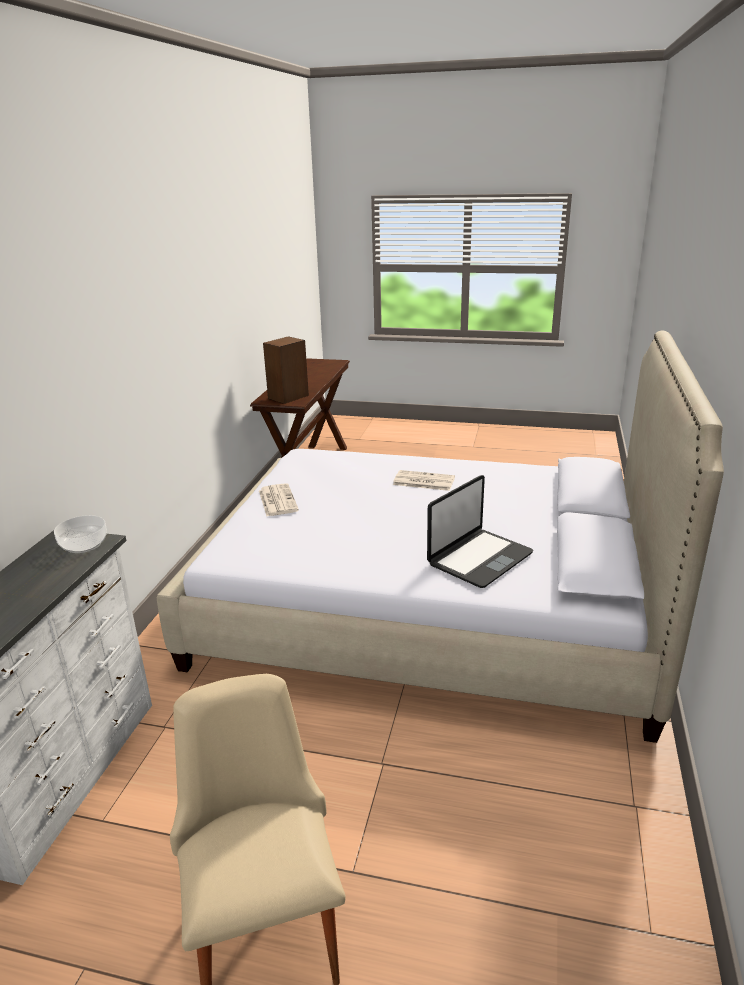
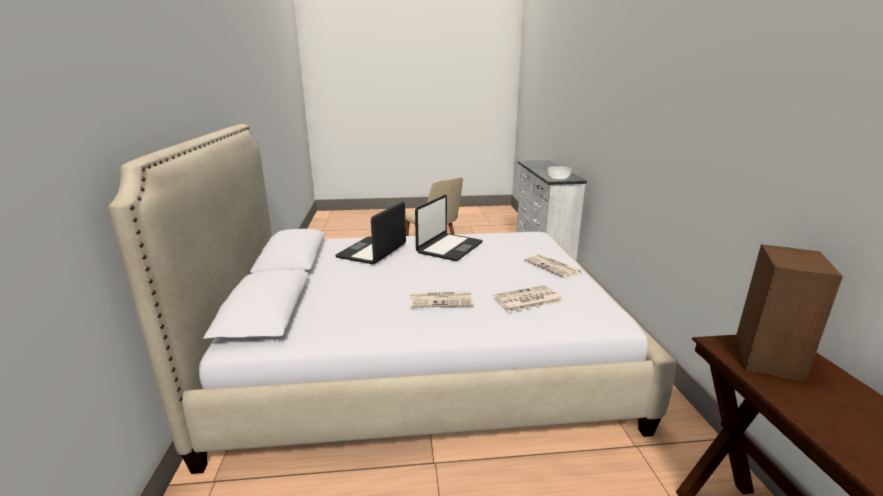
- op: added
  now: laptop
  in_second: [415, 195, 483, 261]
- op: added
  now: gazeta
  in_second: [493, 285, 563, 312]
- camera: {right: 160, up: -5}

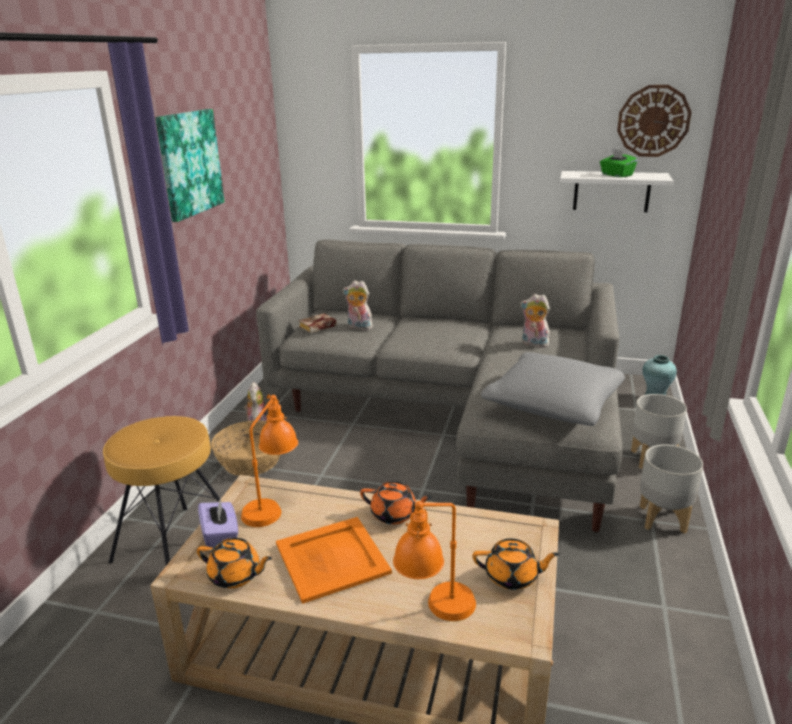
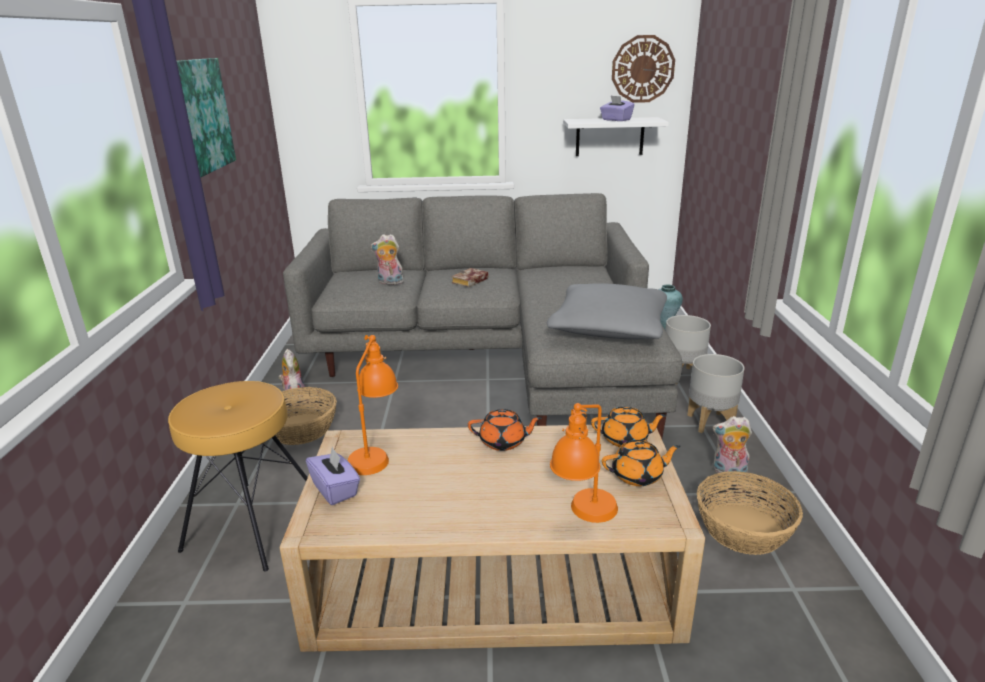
- op: recoloured
  was: pudełko chusteczek [zielony]
  now: pudełko chusteczek [fioletowy]
  in_first: [600, 149, 638, 177]
  in_second: [600, 96, 635, 121]
- op: moved
  was: pluszak
  in_first: [520, 294, 550, 348]
  in_second: [713, 416, 752, 476]
- op: moved
  was: książka
  in_first: [298, 313, 336, 333]
  in_second: [451, 268, 489, 287]
- op: removed
  was: taca [pomarańczowy]
  in_first: [276, 517, 392, 604]
- op: moved
  was: imbryk [pomarańczowy]
  in_first: [197, 538, 272, 588]
  in_second: [591, 407, 667, 447]
- op: added
  now: koszyk
  in_second: [697, 471, 803, 555]
- camera: {right: -15, up: 0}

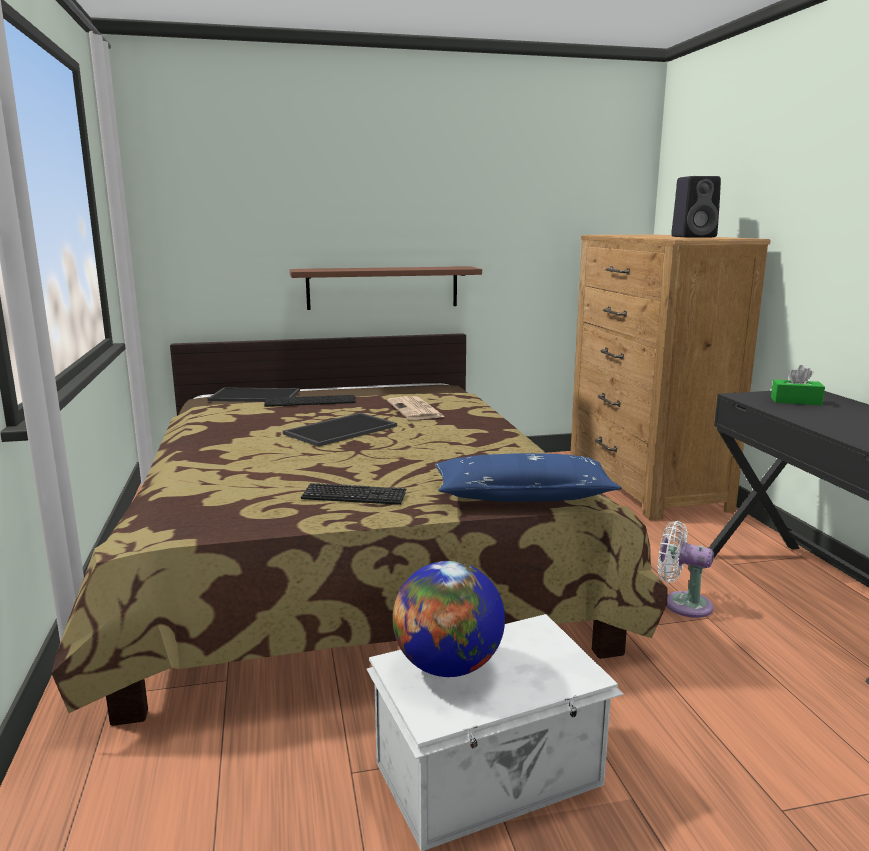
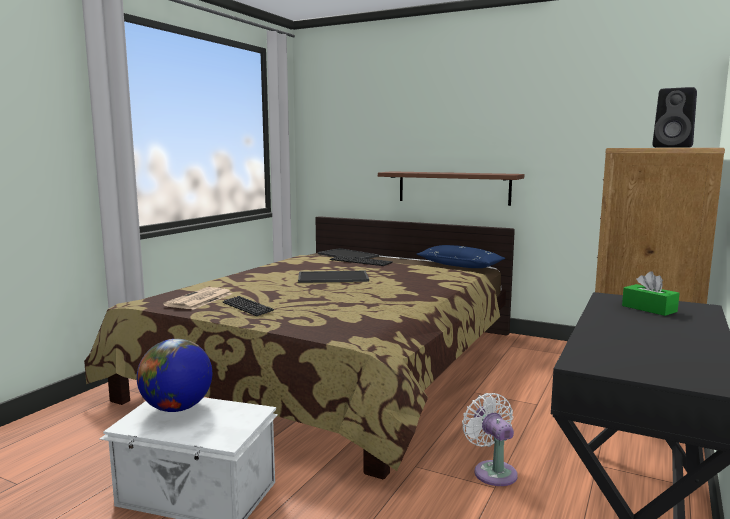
- op: moved
  was: gazeta
  in_first: [387, 396, 445, 420]
  in_second: [163, 287, 233, 310]
- op: moved
  was: poduszka [niebieski]
  in_first: [435, 453, 622, 502]
  in_second: [417, 245, 505, 268]
- camera: {right: 40, up: -5}

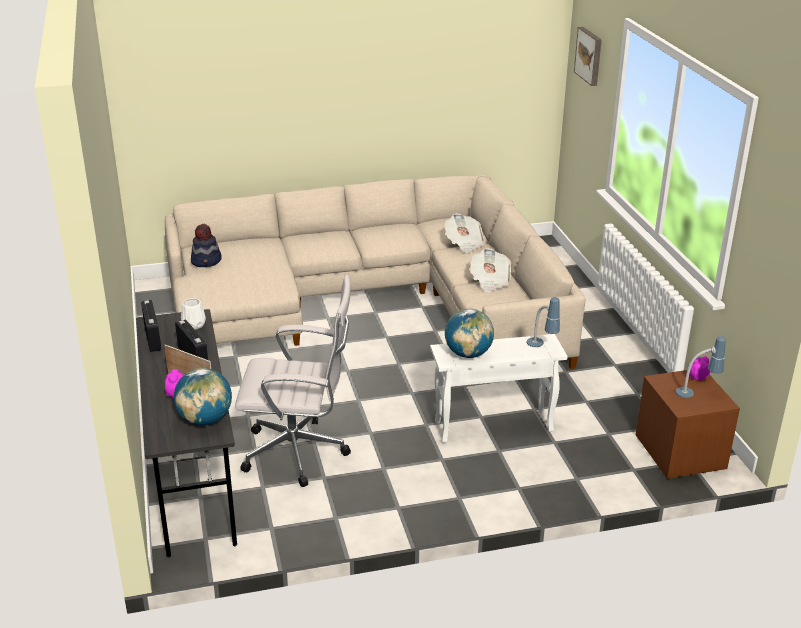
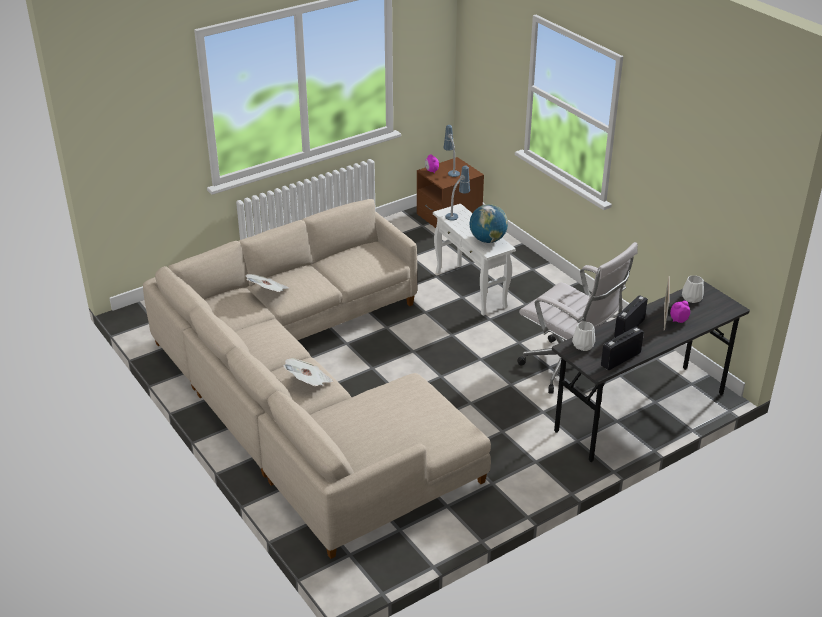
- op: removed
  was: obraz
  in_first: [574, 27, 602, 86]
- op: removed
  was: kapelusz
  in_first: [191, 223, 222, 267]
- op: moved
  was: gazeta
  in_first: [469, 248, 511, 292]
  in_second: [283, 358, 333, 386]
- op: turned
  was: krzesło biurowe [biały]
  in_first: [235, 275, 351, 487]
  in_second: [517, 242, 638, 394]
  clockwise: 150
- op: replaced
  was: globus
  now: wazon [biały]
  in_first: [174, 368, 232, 425]
  in_second: [682, 275, 704, 303]
- camera: {right: -110, up: 5}

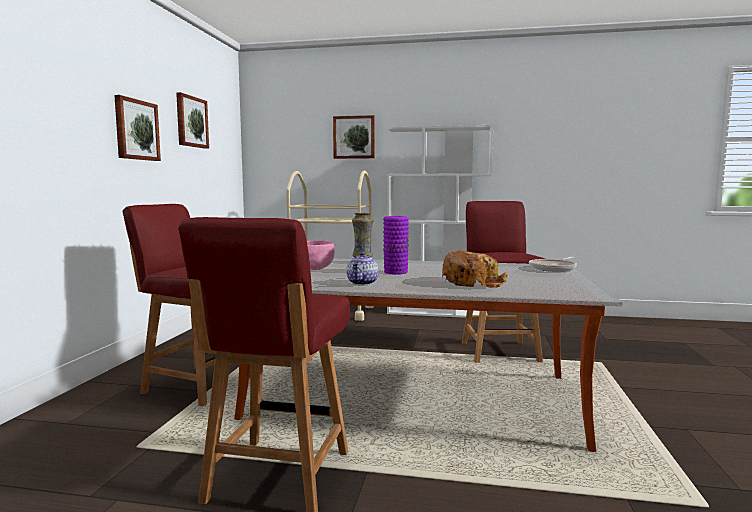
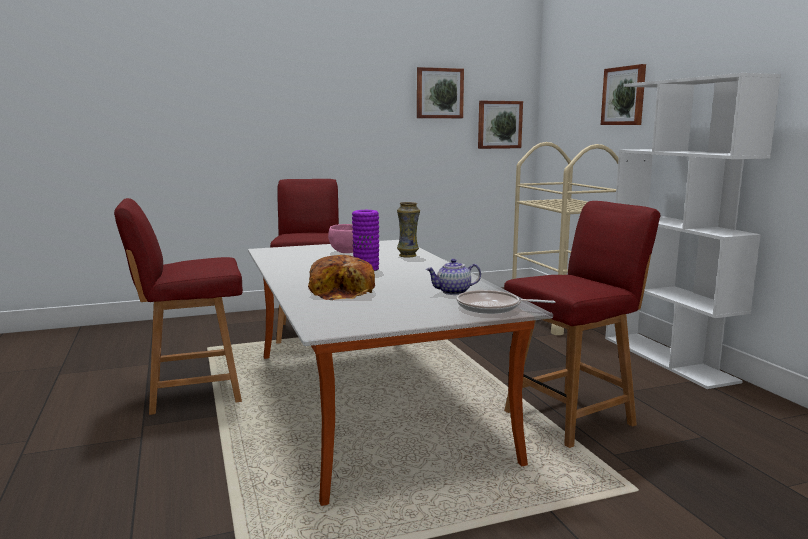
- op: moved
  was: obraz
  in_first: [114, 95, 161, 161]
  in_second: [478, 101, 523, 149]
- op: moved
  was: imbryk
  in_first: [347, 252, 379, 285]
  in_second: [426, 259, 481, 295]
- camera: {right: 60, up: 5}

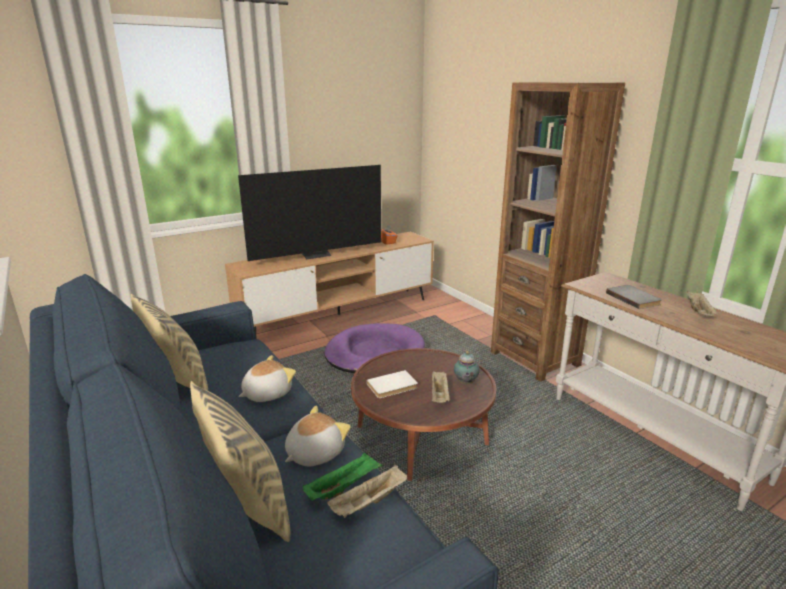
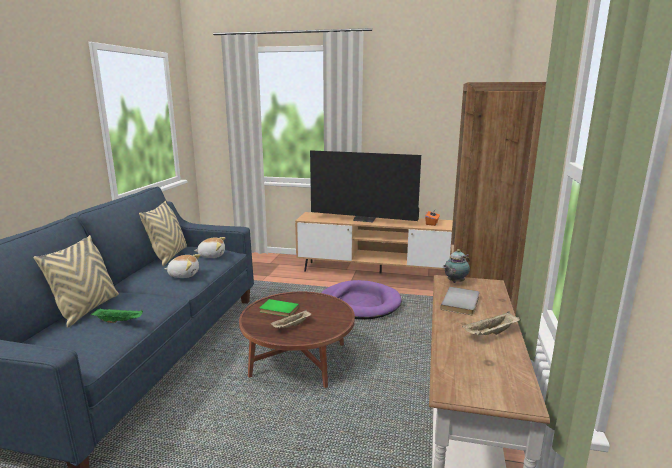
- op: moved
  was: imbryk
  in_first: [454, 351, 480, 385]
  in_second: [443, 249, 470, 283]
- op: recoloured
  was: książka [biały]
  now: książka [zielony]
  in_first: [367, 370, 418, 398]
  in_second: [260, 299, 299, 317]
- op: moved
  was: pluszak
  in_first: [285, 406, 351, 466]
  in_second: [194, 237, 225, 258]
- op: removed
  was: taca [beżowy]
  in_first: [327, 465, 407, 518]
- camera: {right: 45, up: -5}

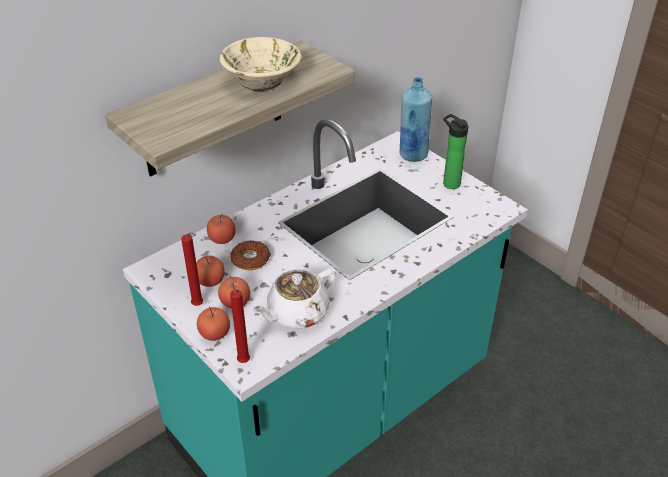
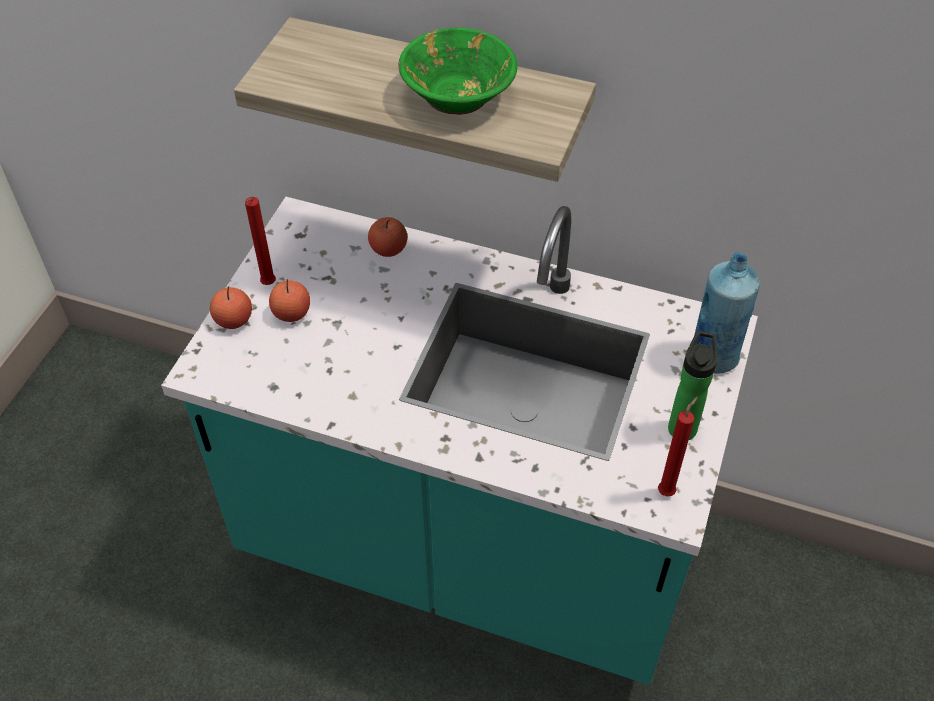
- op: recoloured
  was: miska [beżowy]
  now: miska [zielony]
  in_first: [220, 37, 301, 91]
  in_second: [398, 28, 517, 115]
- op: removed
  was: donut
  in_first: [230, 240, 271, 270]
- op: removed
  was: jabłko
  in_first: [196, 256, 225, 287]
- op: removed
  was: imbryk [biały]
  in_first: [252, 268, 336, 329]
- op: moved
  was: świeca [czerwony]
  in_first: [230, 277, 250, 363]
  in_second: [658, 397, 698, 496]
- camera: {right: 60, up: 10}

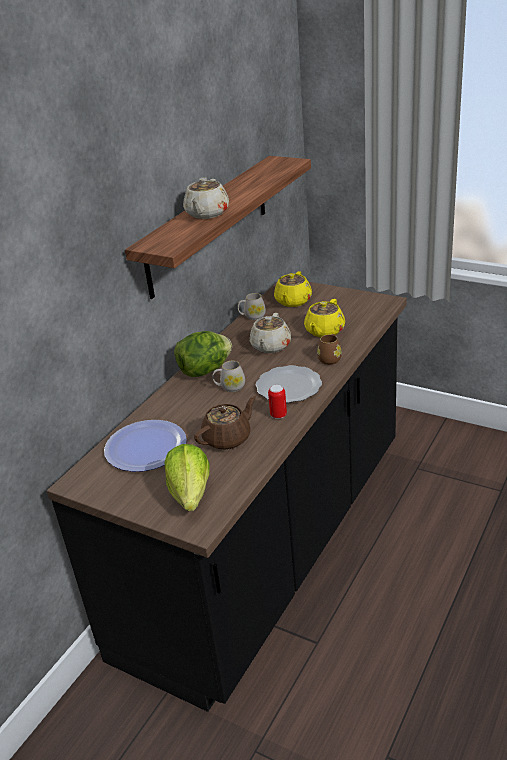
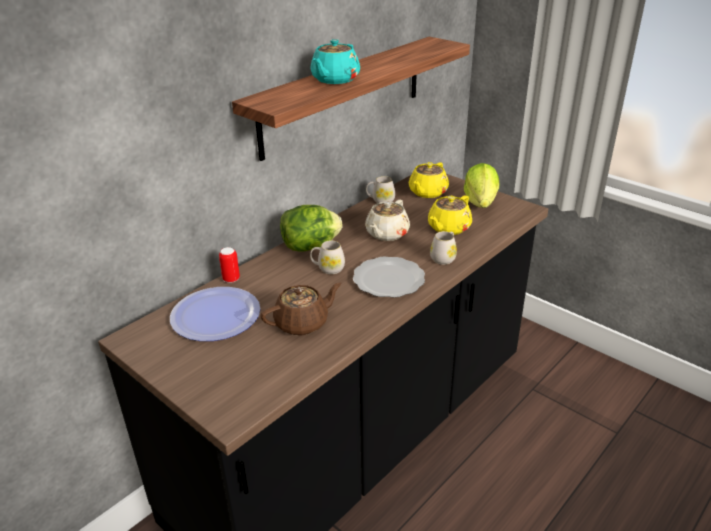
- op: recoloured
  was: imbryk [beżowy]
  now: imbryk [turkusowy]
  in_first: [183, 177, 229, 219]
  in_second: [311, 39, 360, 84]
- op: recoloured
  was: kubek [brązowy]
  now: kubek [biały]
  in_first: [317, 334, 342, 365]
  in_second: [430, 231, 457, 265]
- op: moved
  was: puszka
  in_first: [268, 385, 287, 419]
  in_second: [219, 247, 240, 283]
- op: moved
  was: sałata
  in_first: [165, 444, 210, 511]
  in_second: [464, 163, 499, 208]
- camera: {right: 10, up: 0}

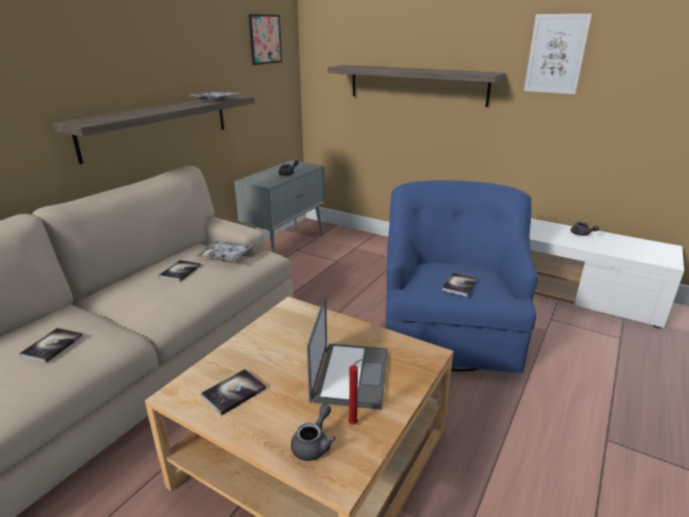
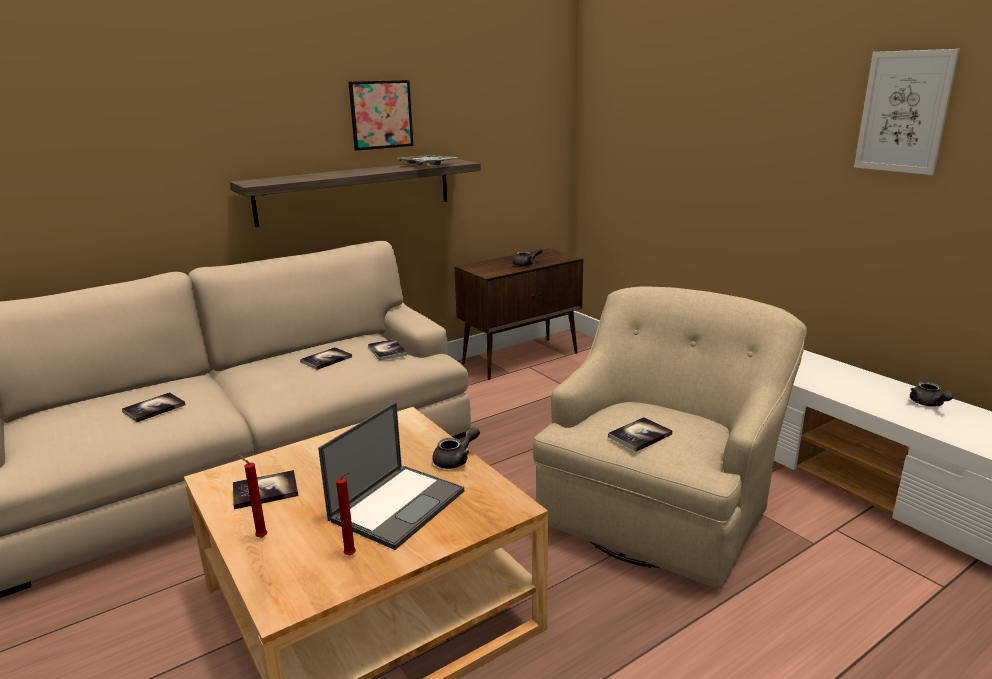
- op: moved
  was: obraz
  in_first: [248, 14, 282, 65]
  in_second: [348, 80, 413, 151]
- op: removed
  was: półka
  in_first: [328, 65, 505, 107]
- op: recoloured
  was: szafka [szary]
  now: szafka [brązowy]
  in_first: [234, 160, 325, 253]
  in_second: [454, 248, 583, 380]
- op: recoloured
  was: fotel [niebieski]
  now: fotel [beżowy]
  in_first: [386, 180, 538, 373]
  in_second: [533, 287, 807, 588]
- op: replaced
  was: taca
  now: książka
  in_first: [195, 241, 253, 262]
  in_second: [368, 339, 407, 361]
- op: moved
  was: imbryk [szary]
  in_first: [291, 404, 336, 461]
  in_second: [432, 427, 480, 469]
- op: added
  now: świeca [czerwony]
  in_second: [239, 455, 267, 538]
- camera: {right: 25, up: -5}

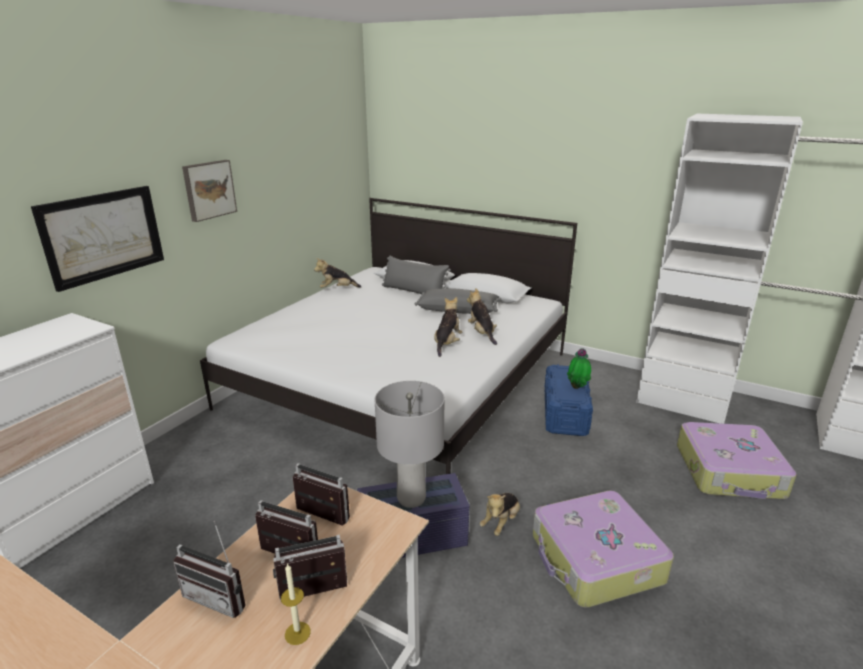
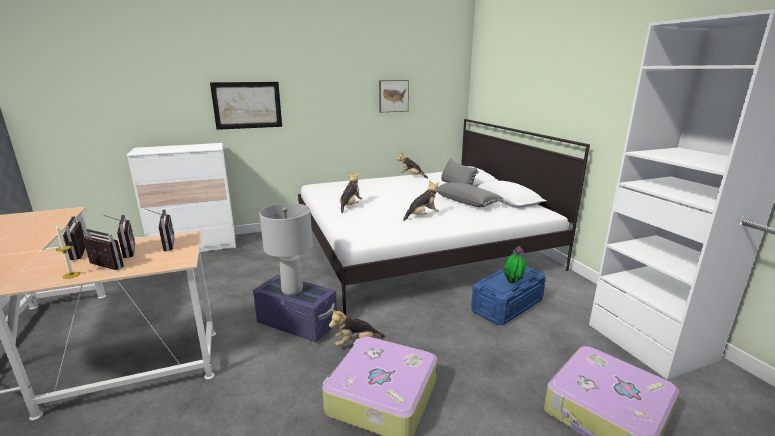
- op: moved
  was: obraz
  in_first: [182, 160, 237, 222]
  in_second: [379, 80, 409, 112]
- op: moved
  was: pluszak
  in_first: [467, 288, 497, 345]
  in_second: [340, 173, 363, 213]
- camera: {right: 40, up: -5}

